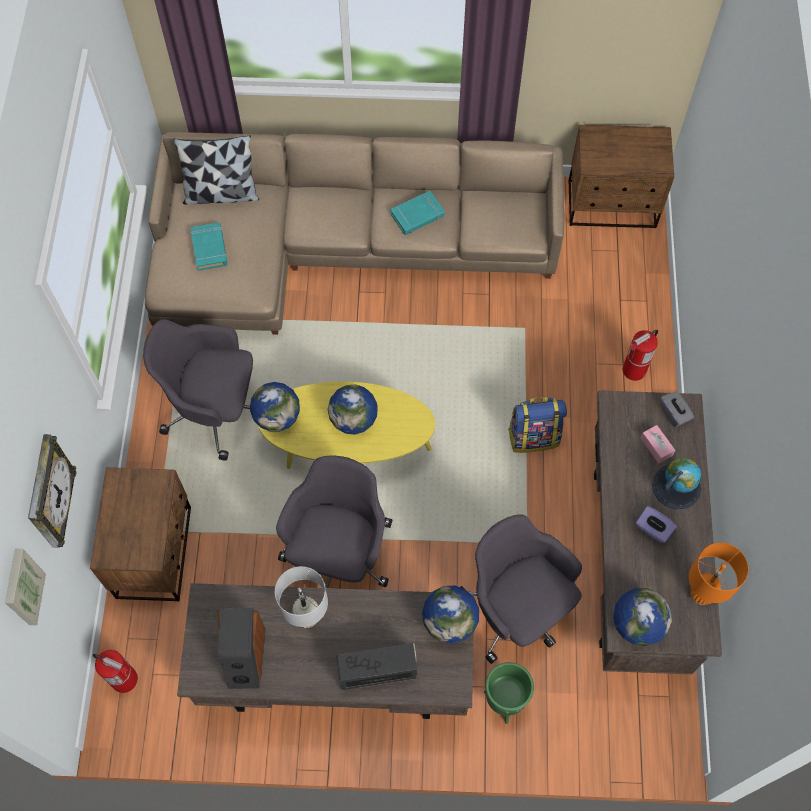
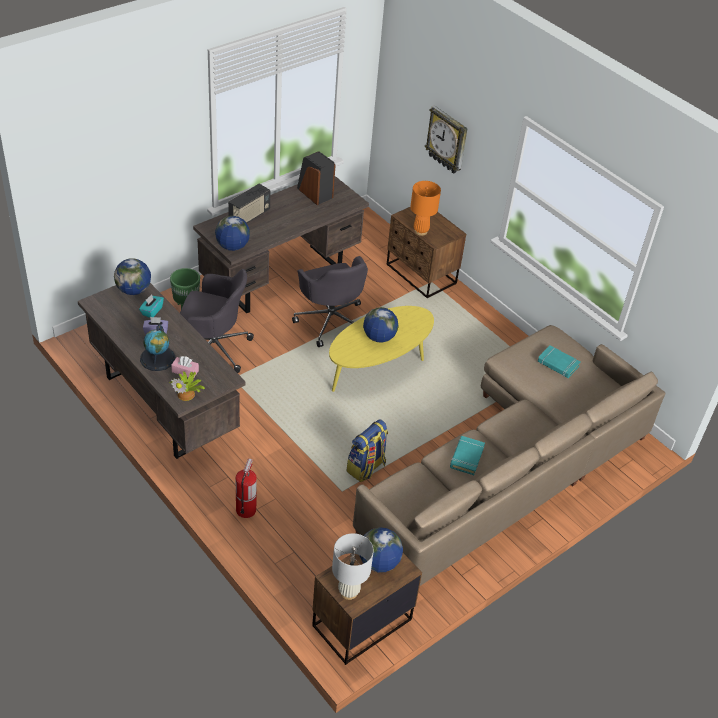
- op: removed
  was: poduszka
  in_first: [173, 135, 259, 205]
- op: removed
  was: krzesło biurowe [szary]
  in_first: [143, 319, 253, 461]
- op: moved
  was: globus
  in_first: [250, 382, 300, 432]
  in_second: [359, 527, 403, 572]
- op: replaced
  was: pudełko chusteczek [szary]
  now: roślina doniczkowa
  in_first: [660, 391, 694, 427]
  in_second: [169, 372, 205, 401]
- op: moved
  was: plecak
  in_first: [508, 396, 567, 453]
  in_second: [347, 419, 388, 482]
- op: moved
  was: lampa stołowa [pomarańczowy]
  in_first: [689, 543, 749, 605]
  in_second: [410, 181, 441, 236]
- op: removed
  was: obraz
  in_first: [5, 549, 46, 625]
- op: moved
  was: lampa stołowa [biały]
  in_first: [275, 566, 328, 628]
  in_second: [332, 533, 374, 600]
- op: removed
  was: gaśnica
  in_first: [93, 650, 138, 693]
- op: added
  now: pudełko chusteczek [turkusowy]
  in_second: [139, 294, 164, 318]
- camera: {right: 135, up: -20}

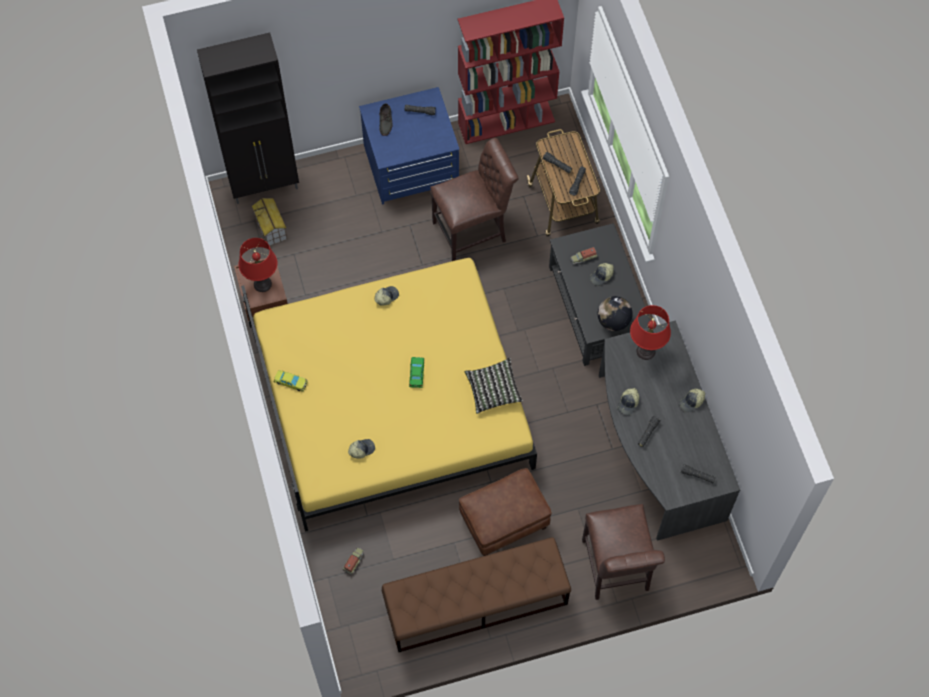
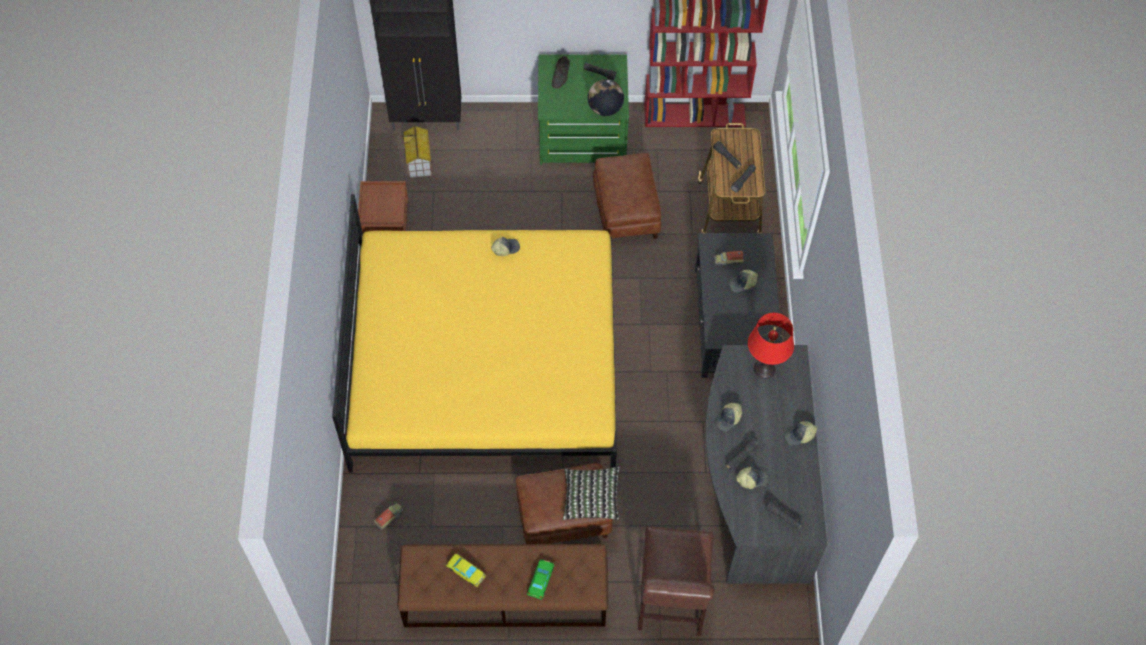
- op: recoloured
  was: komoda [niebieski]
  now: komoda [zielony]
  in_first: [359, 87, 460, 205]
  in_second: [538, 54, 629, 165]
- op: replaced
  was: krzesło [brązowy]
  now: pufa [brązowy]
  in_first: [430, 138, 519, 261]
  in_second: [593, 153, 661, 239]
- op: removed
  was: lampa stołowa [czerwony]
  in_first: [239, 238, 277, 292]
- op: moved
  was: globus
  in_first: [598, 296, 633, 331]
  in_second: [588, 79, 624, 116]
- op: moved
  was: samochodzik [zielony]
  in_first: [409, 357, 424, 388]
  in_second: [527, 559, 554, 600]
- op: moved
  was: poduszka
  in_first: [464, 358, 523, 414]
  in_second: [563, 466, 620, 520]
- op: moved
  was: samochodzik [żółty]
  in_first: [273, 370, 308, 392]
  in_second: [446, 553, 486, 587]
- op: moved
  was: czapka z daszkiem
  in_first: [348, 439, 375, 459]
  in_second: [736, 467, 768, 489]
- camera: {right: 15, up: -5}

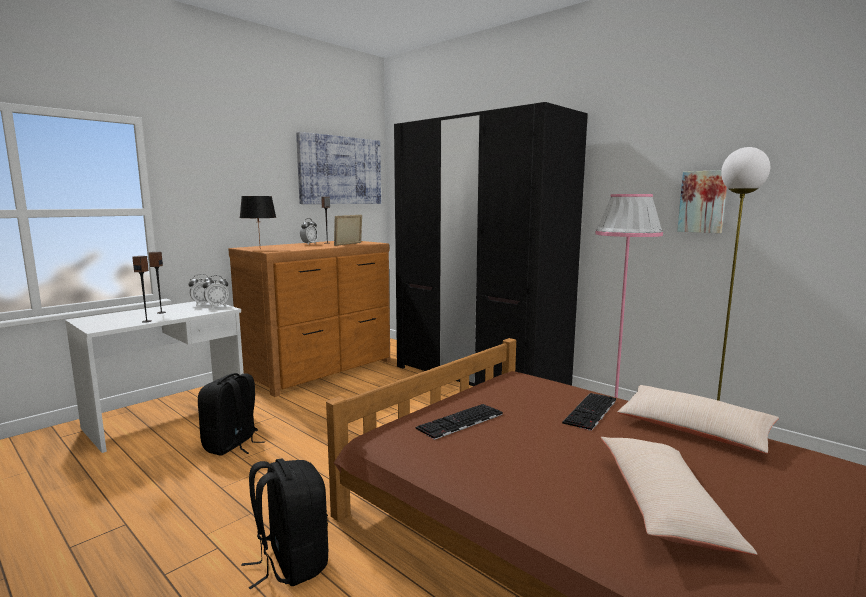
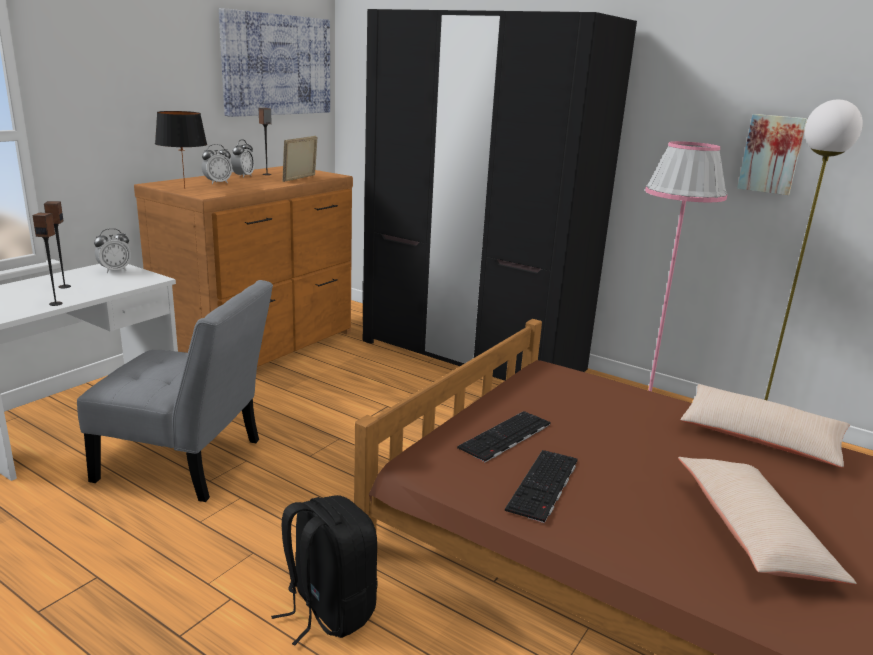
- op: moved
  was: budzik
  in_first: [203, 275, 229, 307]
  in_second: [202, 144, 232, 184]
- op: replaced
  was: plecak [czarny]
  now: krzesło [szary]
  in_first: [198, 373, 265, 456]
  in_second: [77, 280, 273, 502]
- op: moved
  was: klawiatura
  in_first: [562, 393, 616, 431]
  in_second: [505, 450, 578, 523]
- camera: {right: -10, up: 10}

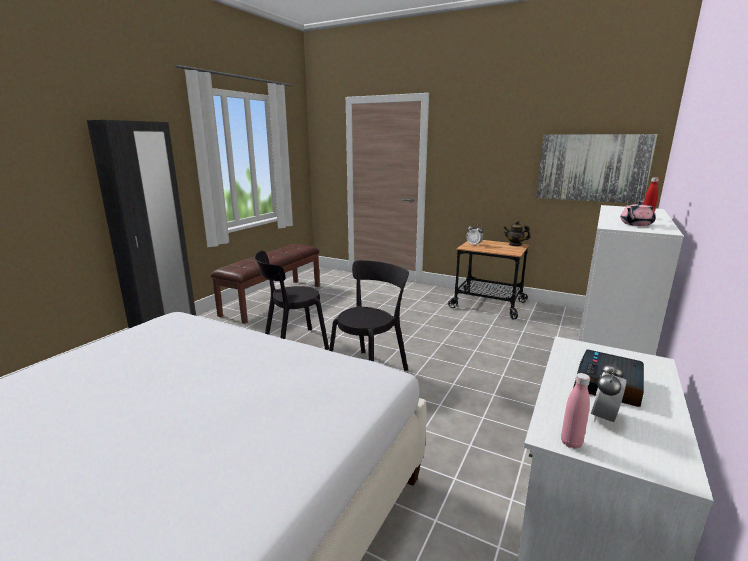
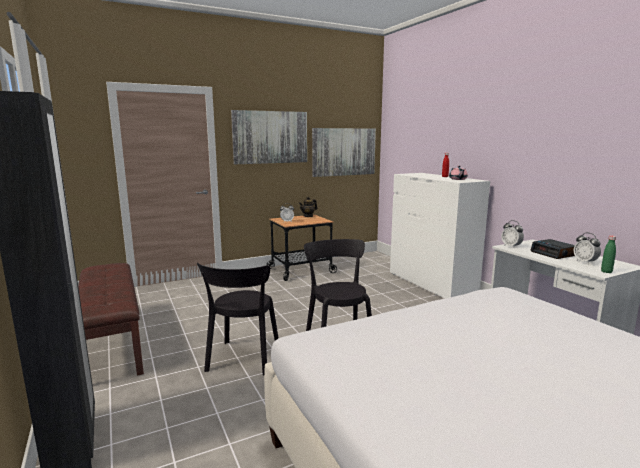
- op: recoloured
  was: butelka [różowy]
  now: butelka [zielony]
  in_first: [561, 373, 590, 449]
  in_second: [601, 236, 616, 273]
- op: added
  now: obraz
  in_second: [231, 110, 307, 164]
- op: added
  now: budzik
  in_second: [501, 220, 524, 248]
- camera: {right: -55, up: -5}

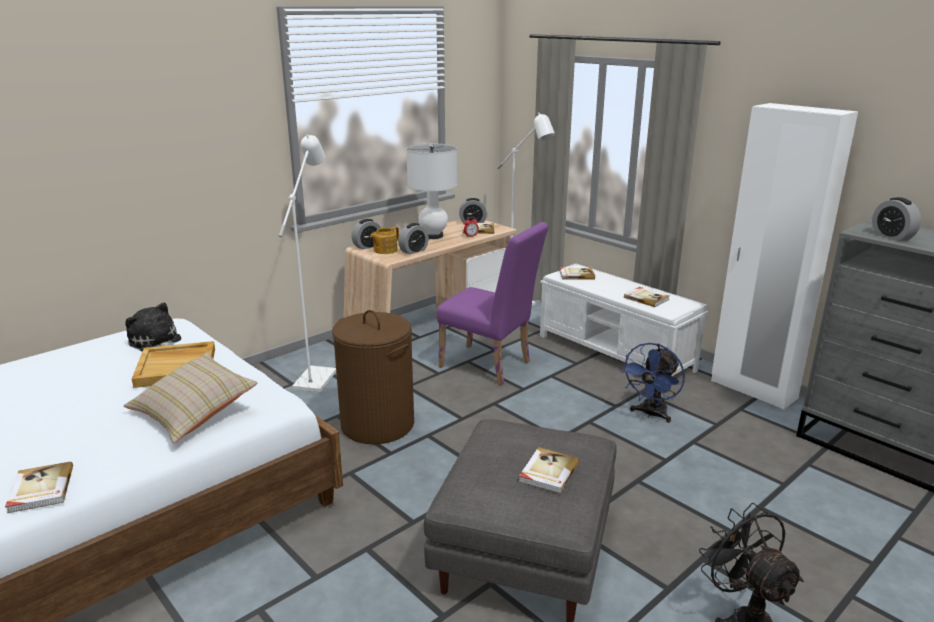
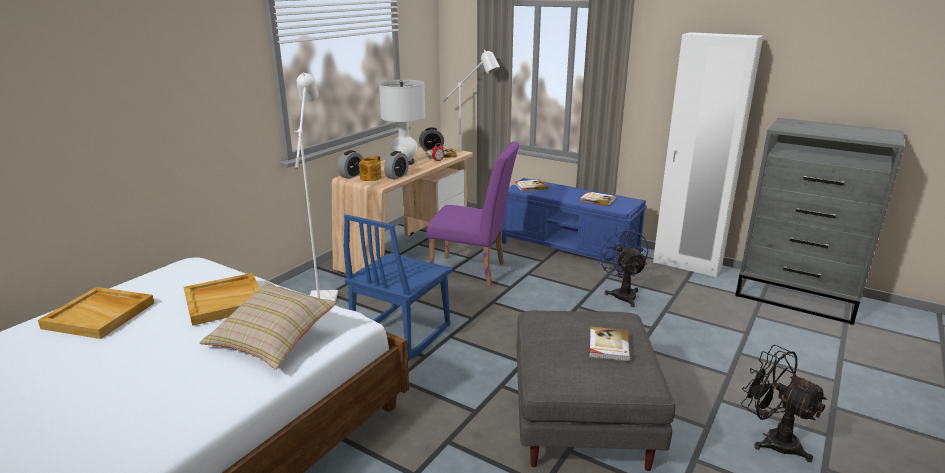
- op: removed
  was: budzik
  in_first: [872, 197, 921, 241]
- op: recoloured
  was: ławka [biały]
  now: ławka [niebieski]
  in_first: [540, 264, 708, 376]
  in_second: [502, 178, 647, 273]
- op: removed
  was: pluszak
  in_first: [125, 302, 181, 352]
- op: replaced
  was: kosz na pranie [brązowy]
  now: krzesło [niebieski]
  in_first: [332, 310, 414, 444]
  in_second: [344, 214, 452, 361]
- op: turned
  was: wentylator [niebieski]
  in_first: [620, 343, 685, 423]
  in_second: [597, 228, 648, 307]
  clockwise: 150
- op: removed
  was: książka
  in_first: [5, 461, 73, 513]
- op: added
  now: taca [beżowy]
  in_second: [38, 287, 154, 339]
- camera: {right: -15, up: 0}

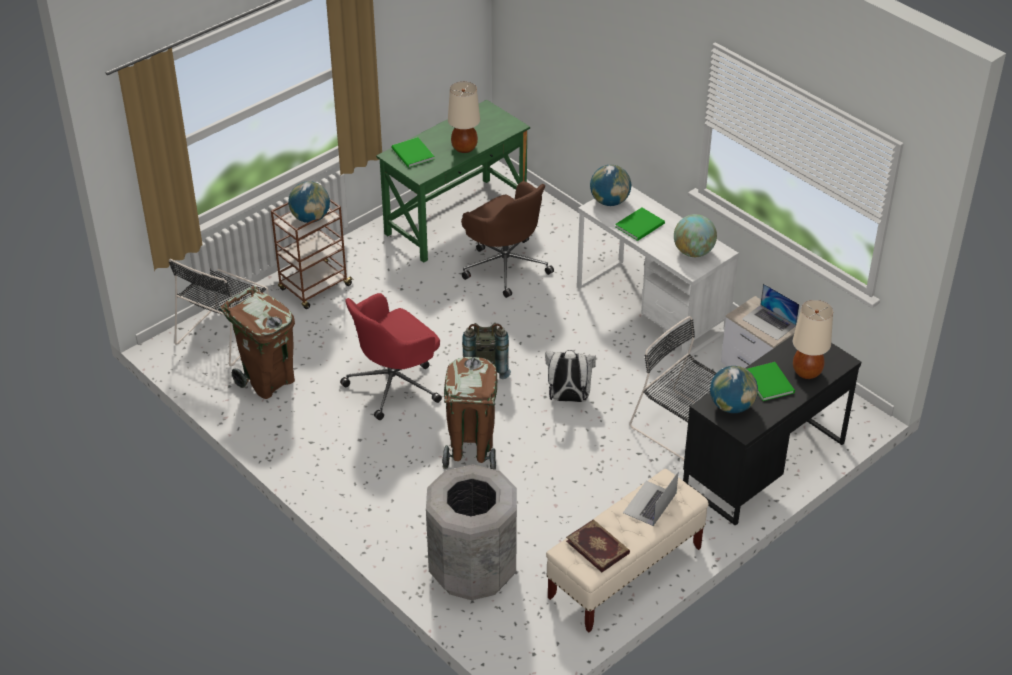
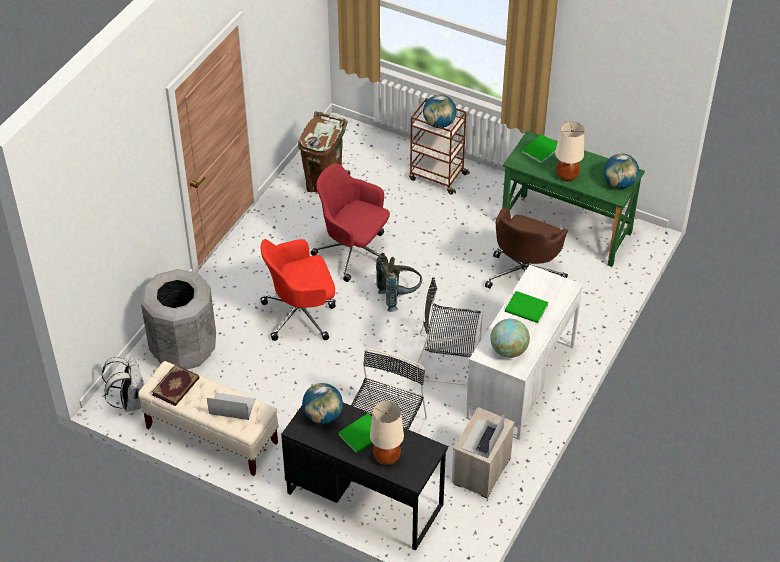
- op: moved
  was: globus
  in_first: [590, 165, 631, 206]
  in_second: [604, 153, 639, 189]
- op: moved
  was: krzesło [czarny]
  in_first: [169, 259, 269, 366]
  in_second: [412, 276, 483, 386]
- op: moved
  was: plecak [biały]
  in_first: [545, 350, 596, 402]
  in_second: [101, 356, 144, 412]
- op: replaced
  was: kosz na śmieci [brązowy]
  now: krzesło biurowe [czerwony]
  in_first: [442, 357, 497, 470]
  in_second: [260, 239, 336, 341]
- camera: {right: 70, up: 5}

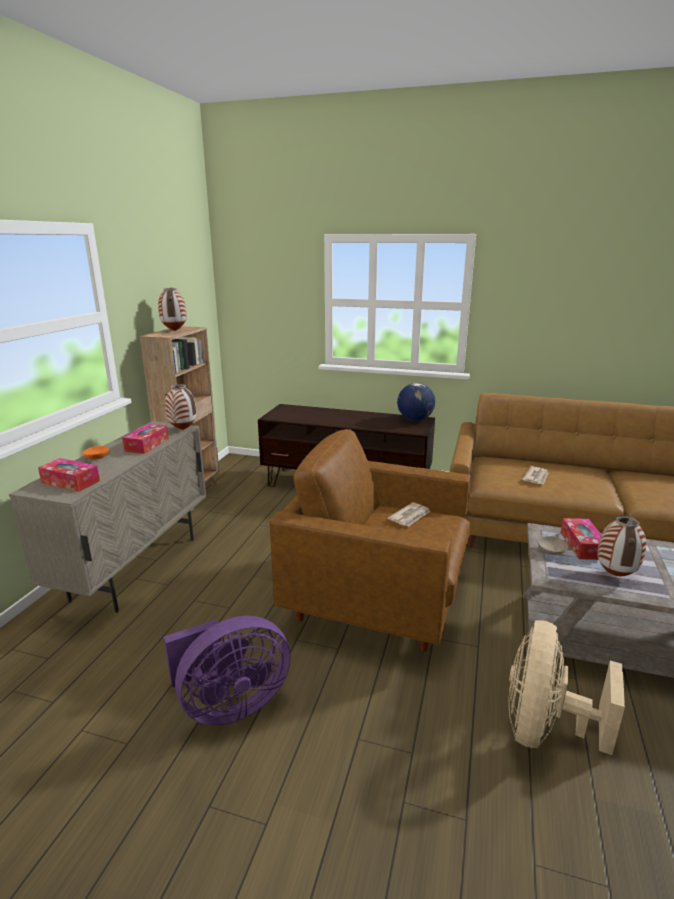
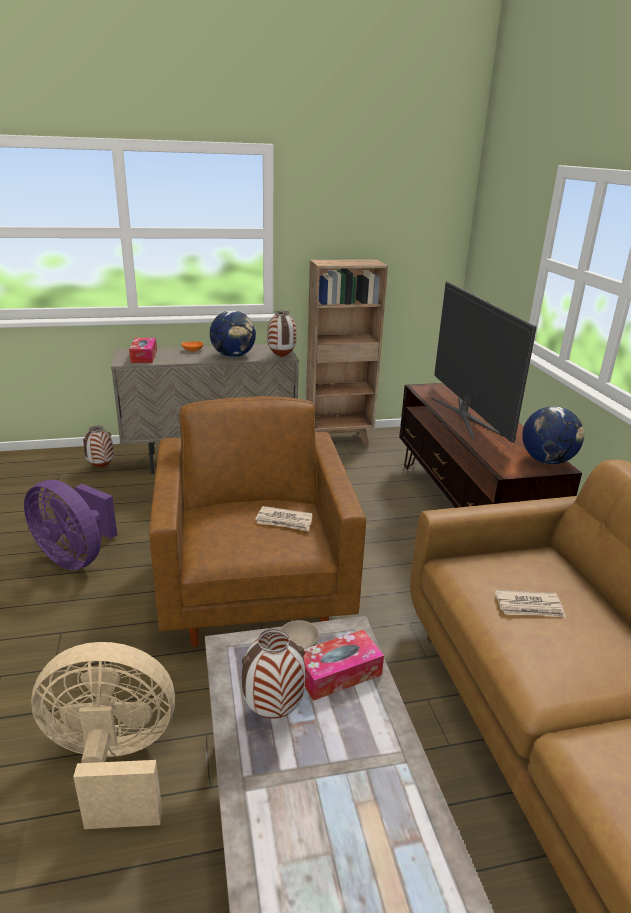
- op: moved
  was: wazon
  in_first: [158, 288, 187, 331]
  in_second: [83, 426, 114, 468]
- op: replaced
  was: pudełko chusteczek
  now: globus
  in_first: [122, 424, 169, 454]
  in_second: [210, 310, 256, 357]
- op: added
  now: telewizor
  in_second: [431, 281, 537, 443]
- camera: {right: 60, up: 5}

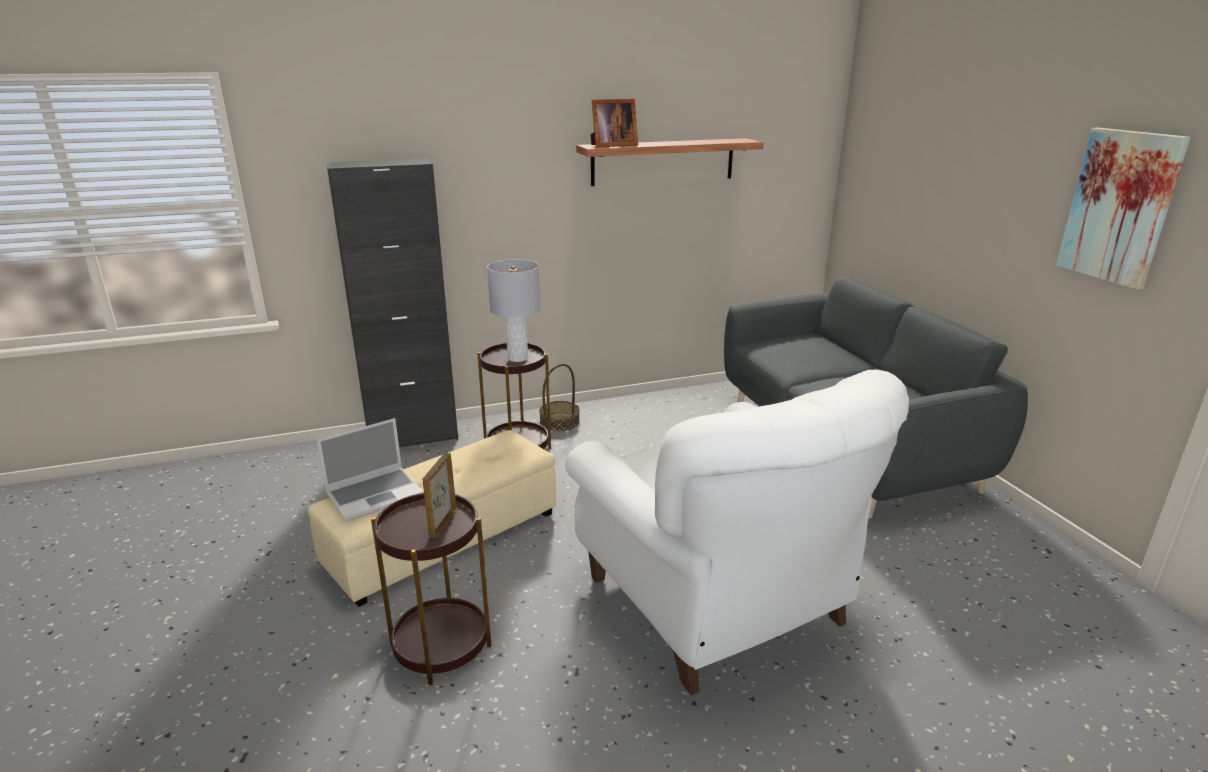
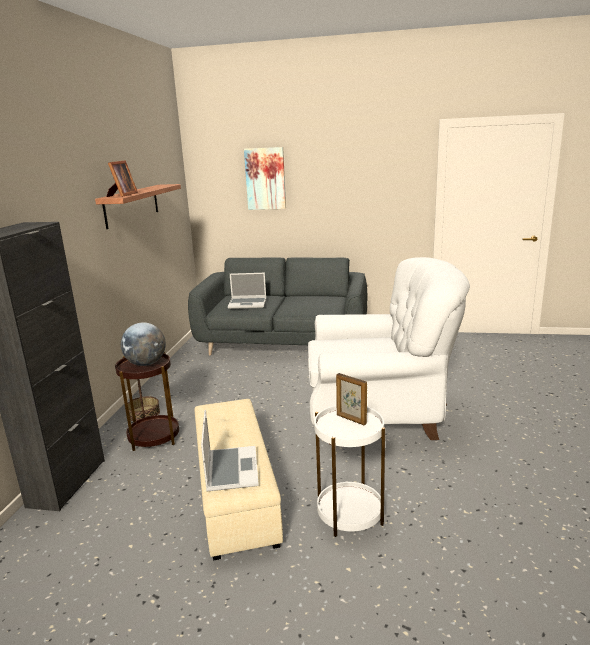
- op: moved
  was: obraz
  in_first: [1056, 128, 1191, 289]
  in_second: [244, 147, 286, 210]
- op: replaced
  was: lampa stołowa [szary]
  now: globus
  in_first: [487, 259, 541, 362]
  in_second: [121, 322, 166, 366]
- op: recoloured
  was: stolik [brązowy]
  now: stolik [biały]
  in_first: [371, 493, 491, 685]
  in_second: [314, 405, 385, 537]
- op: added
  now: laptop
  in_second: [228, 273, 266, 309]
- camera: {right: -60, up: -5}

